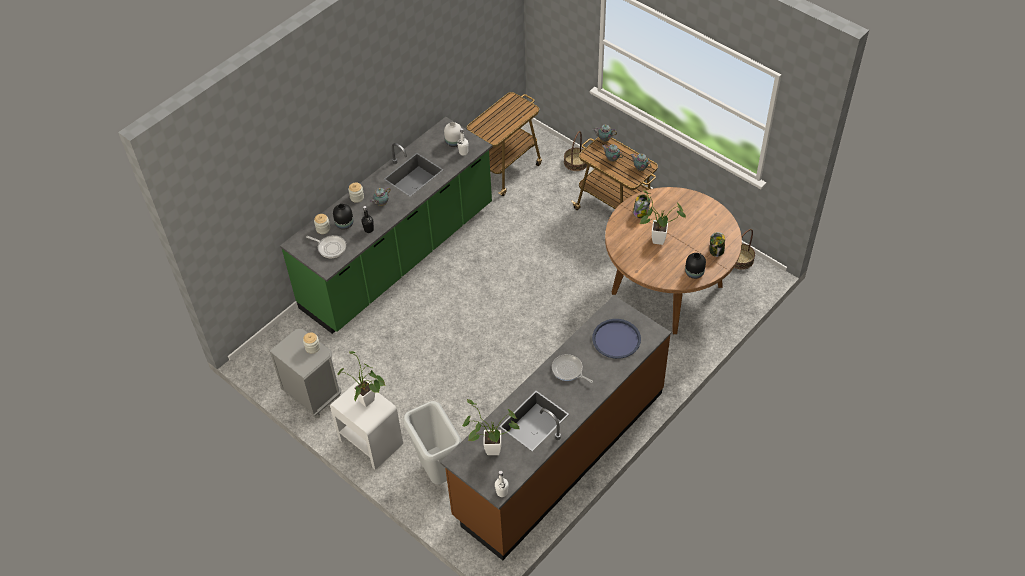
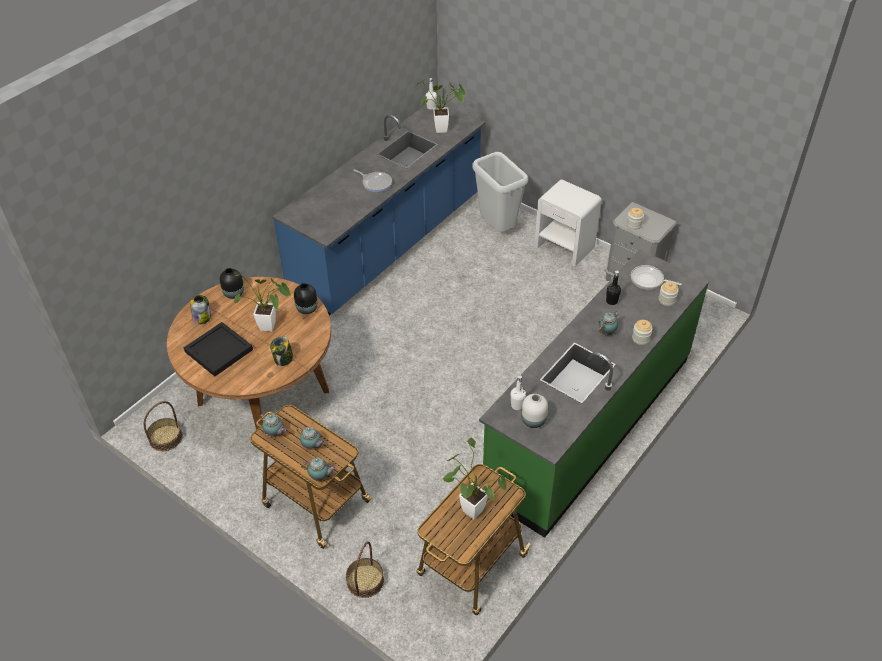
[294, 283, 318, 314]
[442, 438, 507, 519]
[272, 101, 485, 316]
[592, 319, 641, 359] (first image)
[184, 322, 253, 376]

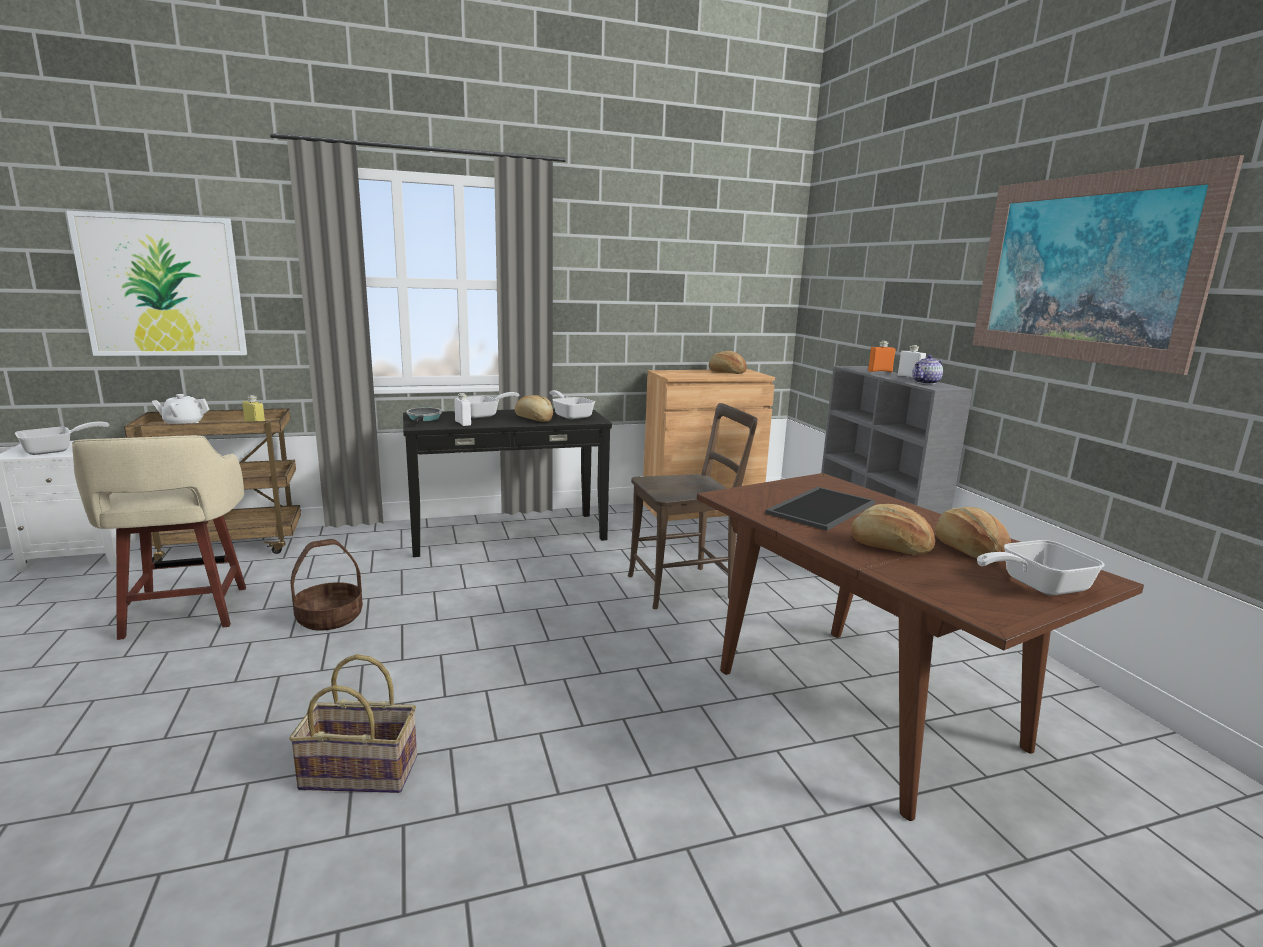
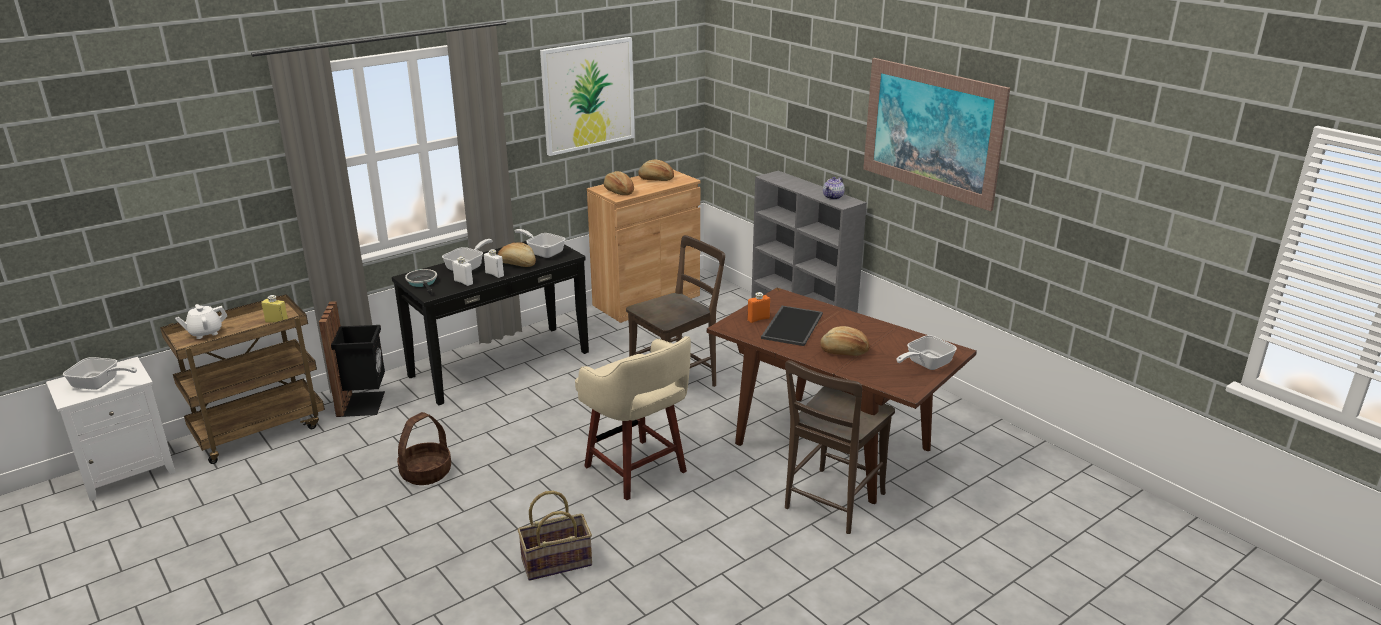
[63, 357, 137, 390]
[540, 37, 635, 156]
[575, 336, 691, 500]
[747, 292, 770, 323]
[484, 249, 504, 278]
[604, 171, 634, 195]
[319, 301, 385, 417]
[785, 360, 895, 534]

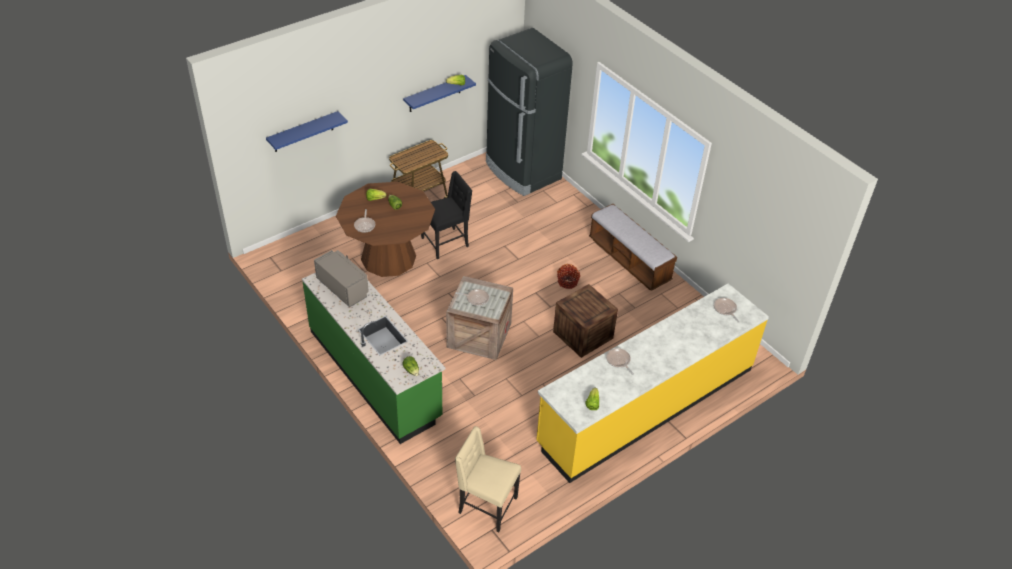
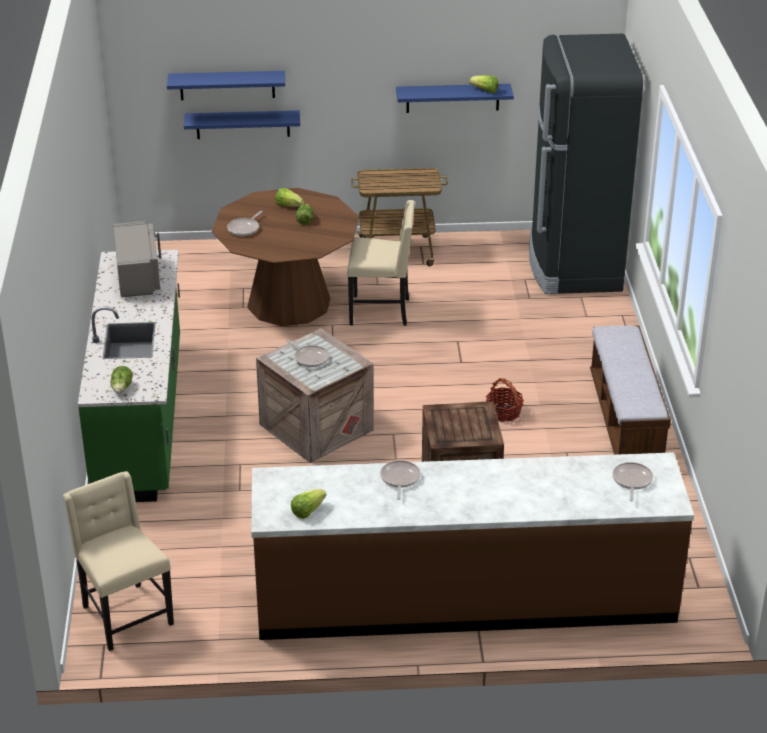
[347, 200, 415, 326]
[251, 452, 694, 640]
[184, 110, 300, 139]

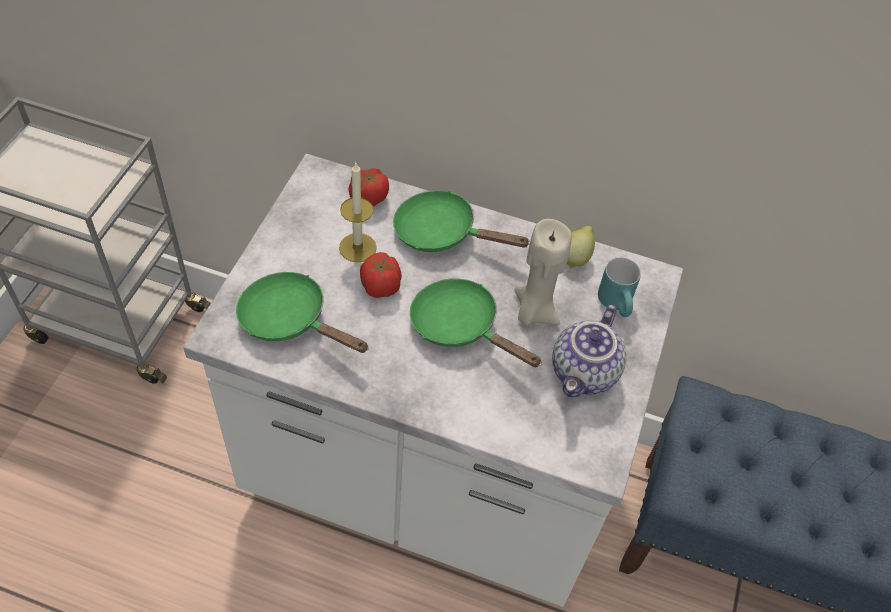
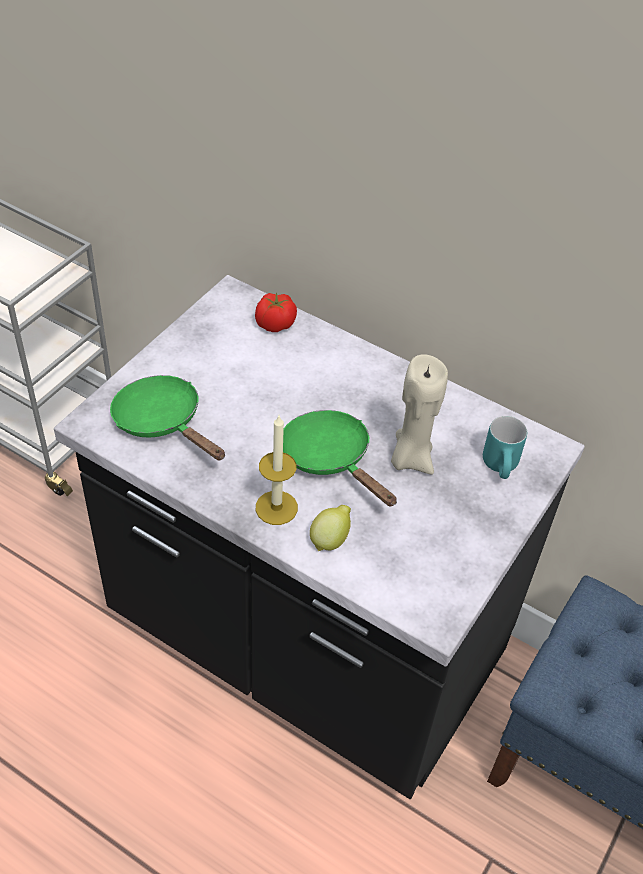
[54, 275, 585, 799]
[256, 416, 298, 525]
[360, 252, 402, 298] (first image)
[393, 190, 529, 252] (first image)
[552, 305, 626, 398] (first image)
[310, 505, 351, 552]

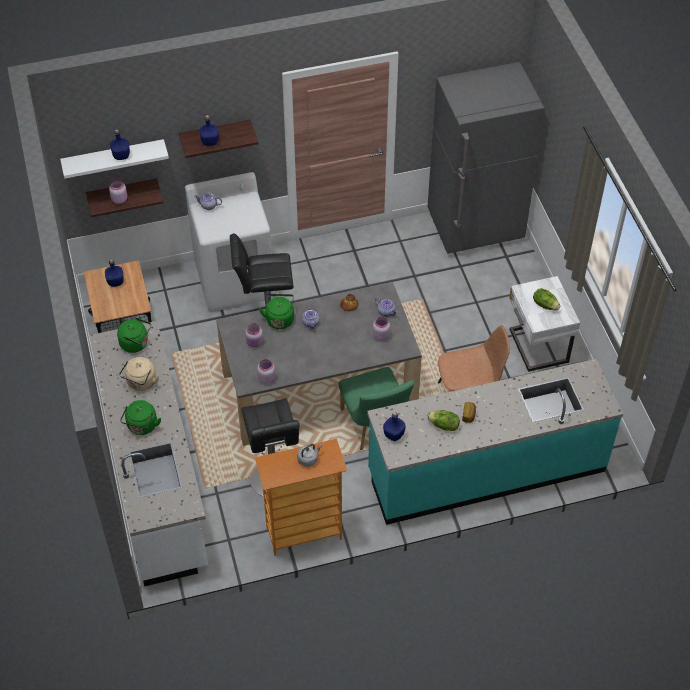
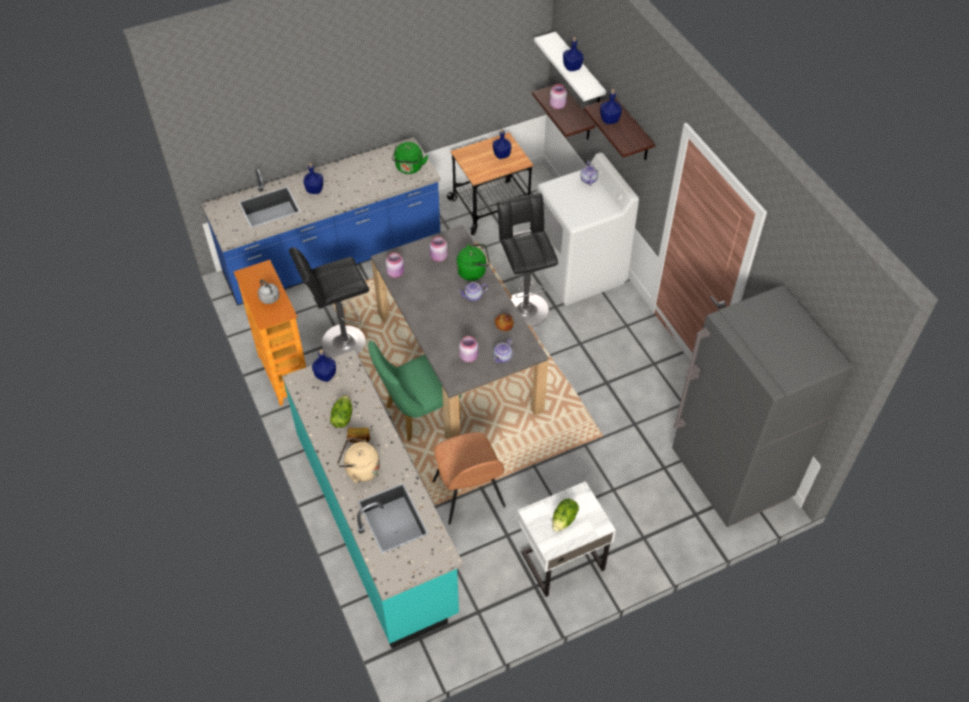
[202, 137, 441, 306]
[337, 438, 380, 483]
[303, 163, 323, 194]

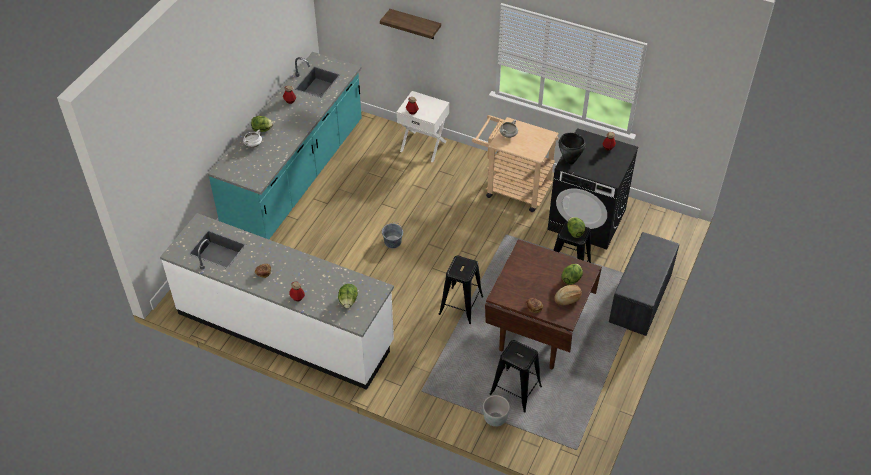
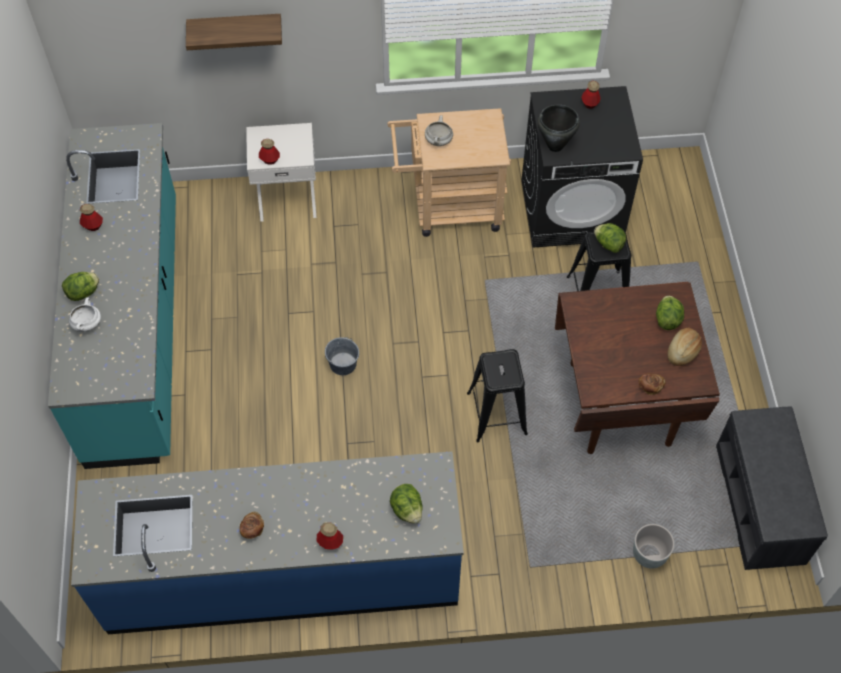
[71, 451, 464, 634]
[490, 340, 542, 412] (first image)
[716, 406, 828, 570]

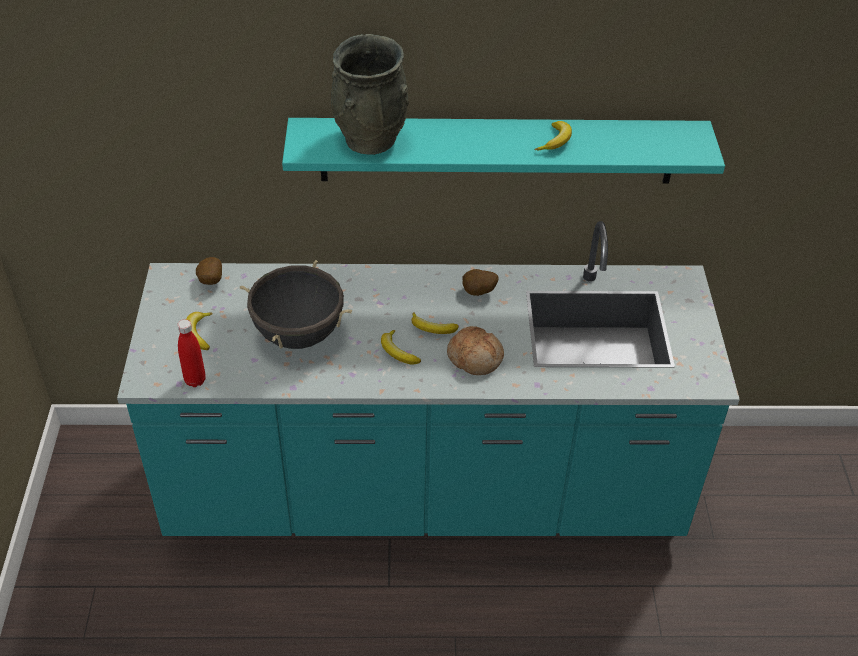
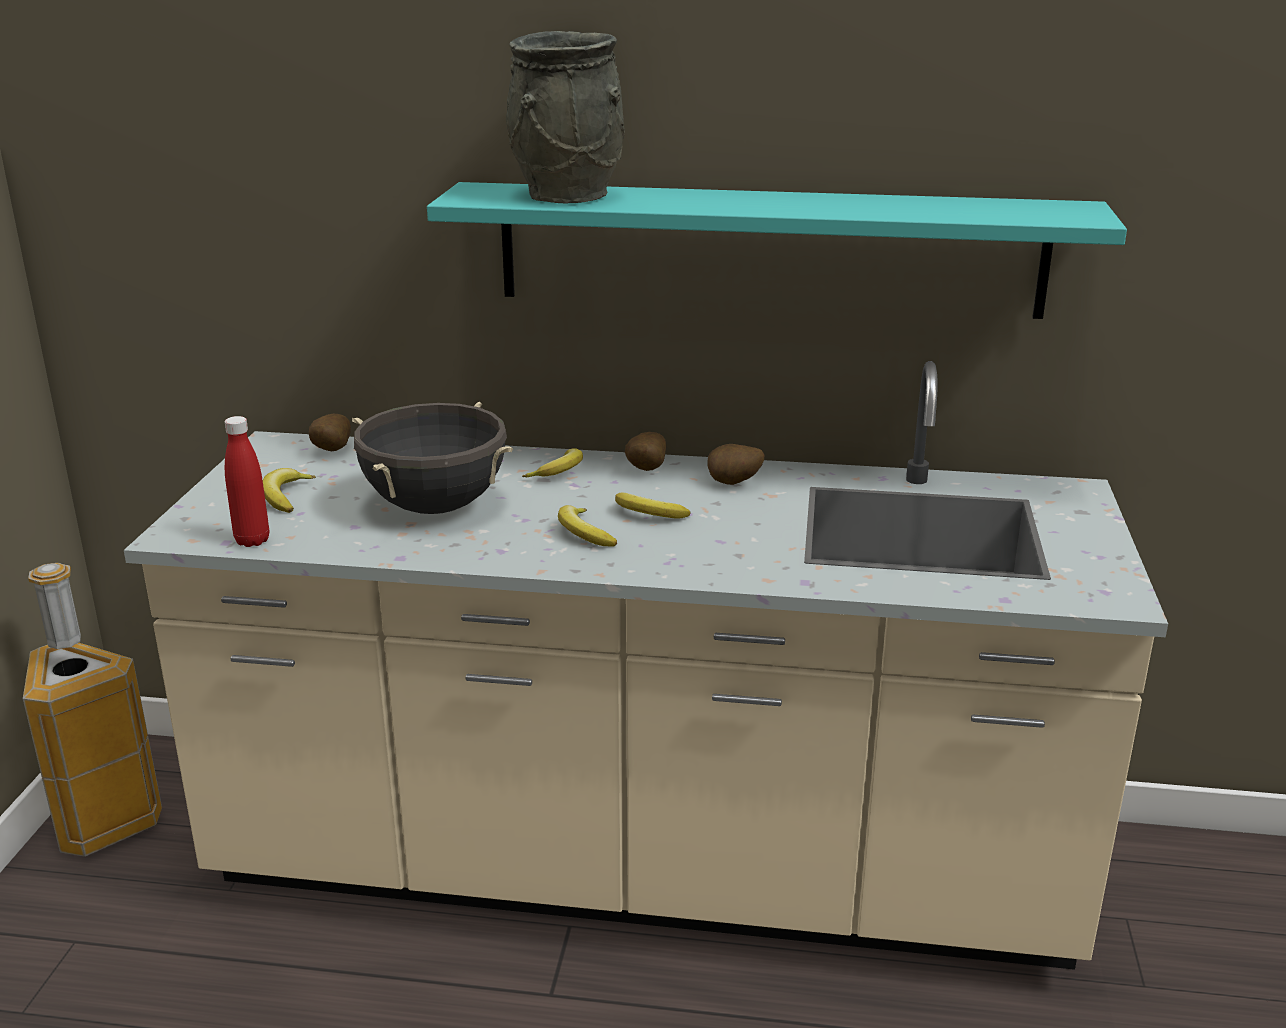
[124, 361, 1168, 970]
[447, 326, 504, 375] (first image)
[522, 448, 583, 477]
[23, 563, 162, 857]
[625, 432, 666, 471]

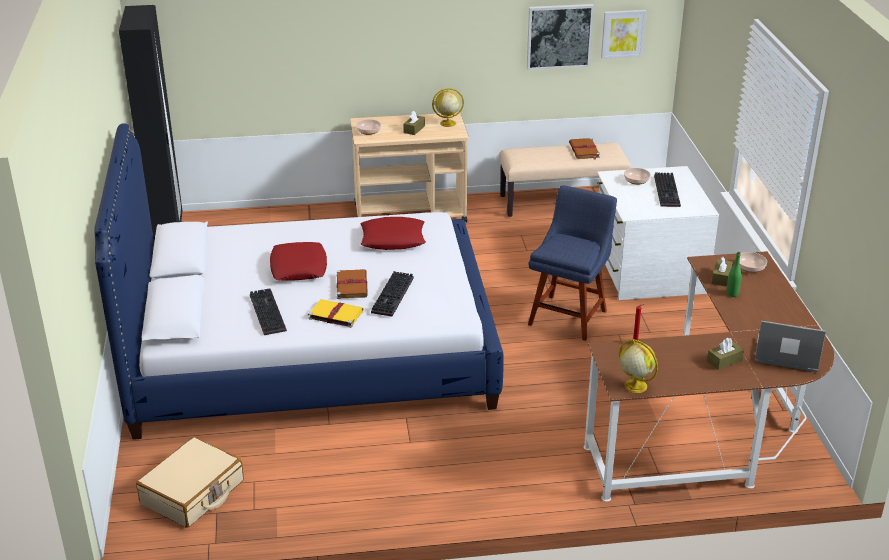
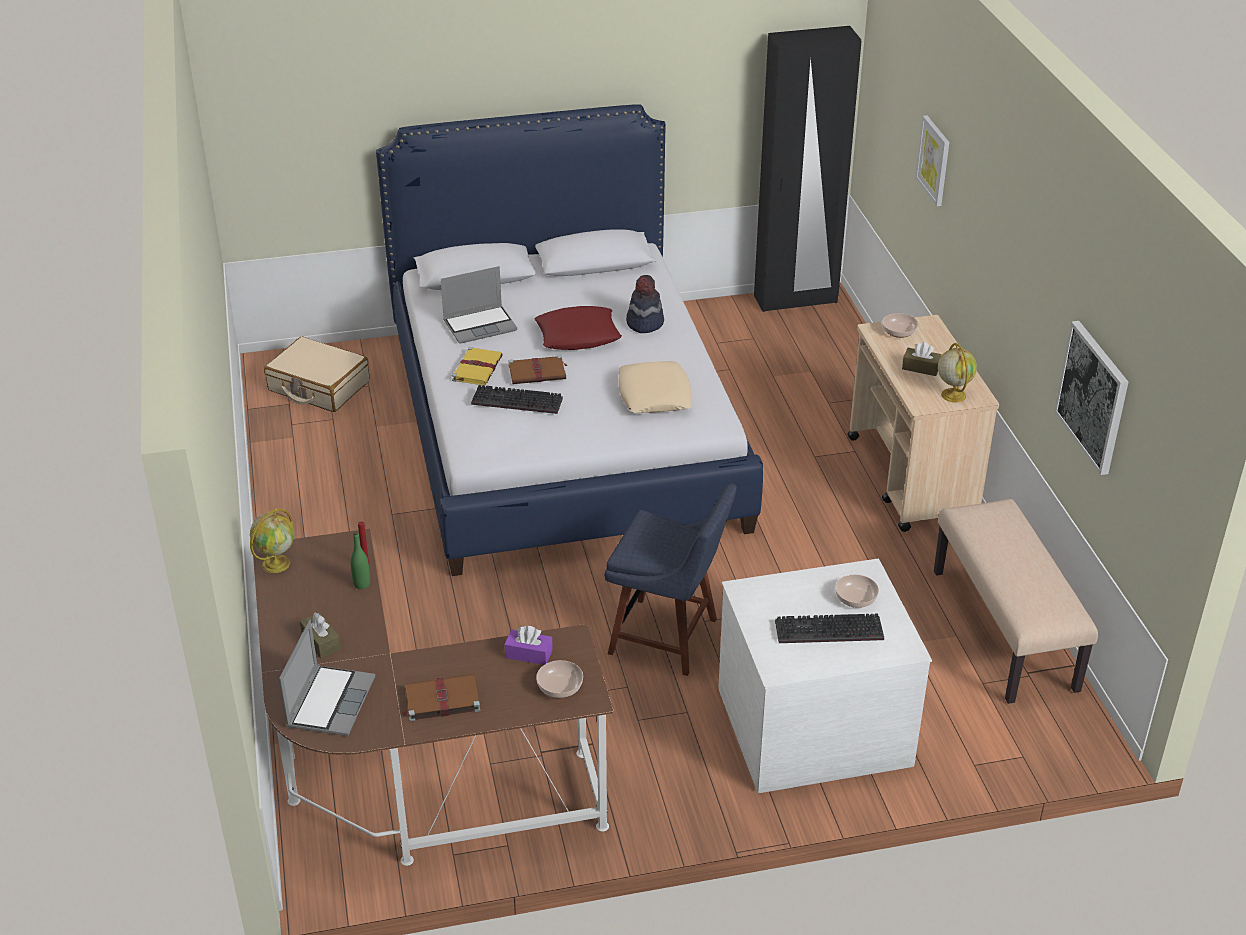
[441, 266, 517, 344]
[619, 361, 692, 413]
[402, 674, 480, 722]
[915, 115, 949, 206]
[504, 626, 553, 665]
[350, 531, 370, 589]
[626, 275, 664, 333]

